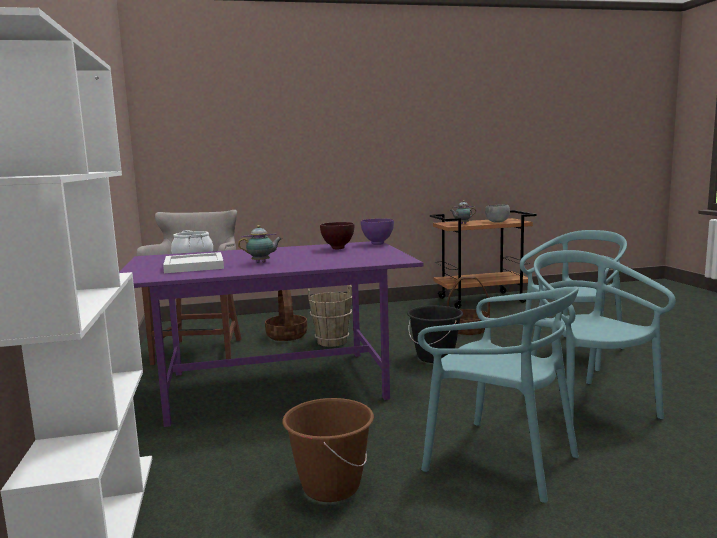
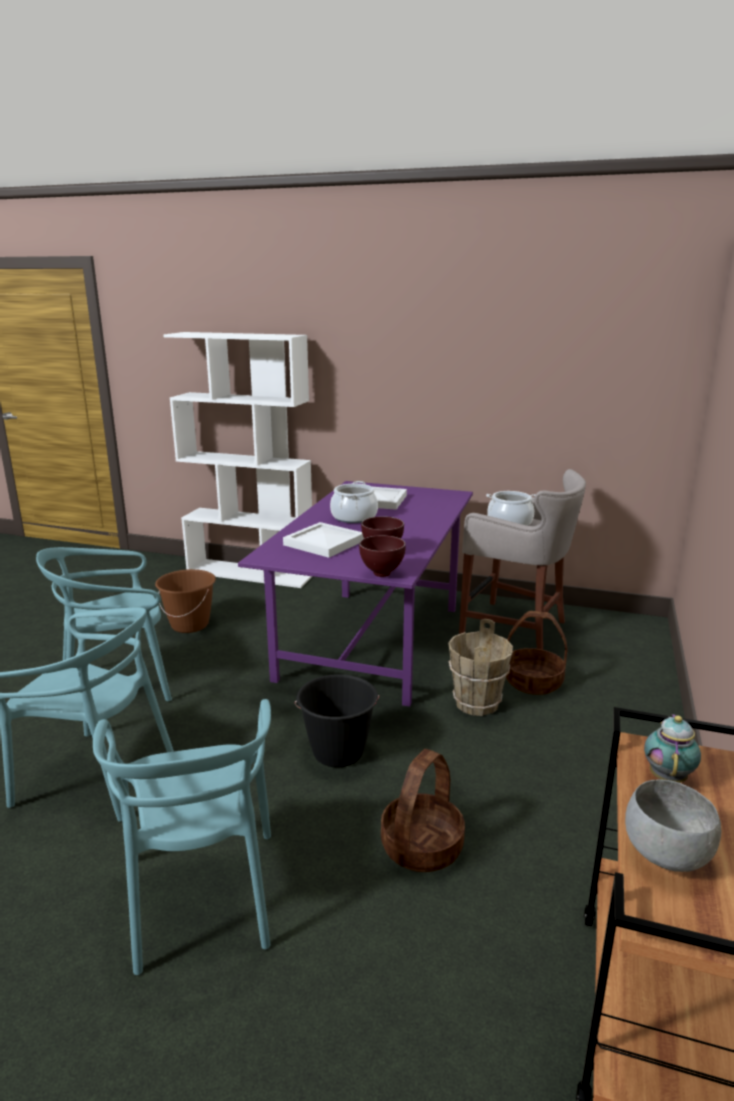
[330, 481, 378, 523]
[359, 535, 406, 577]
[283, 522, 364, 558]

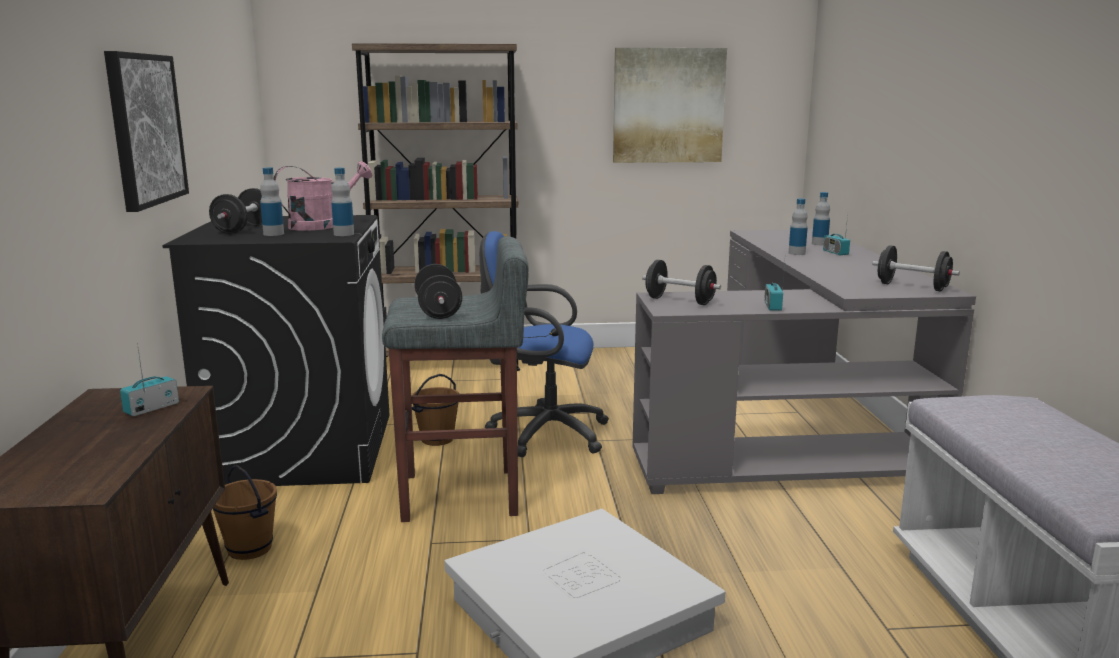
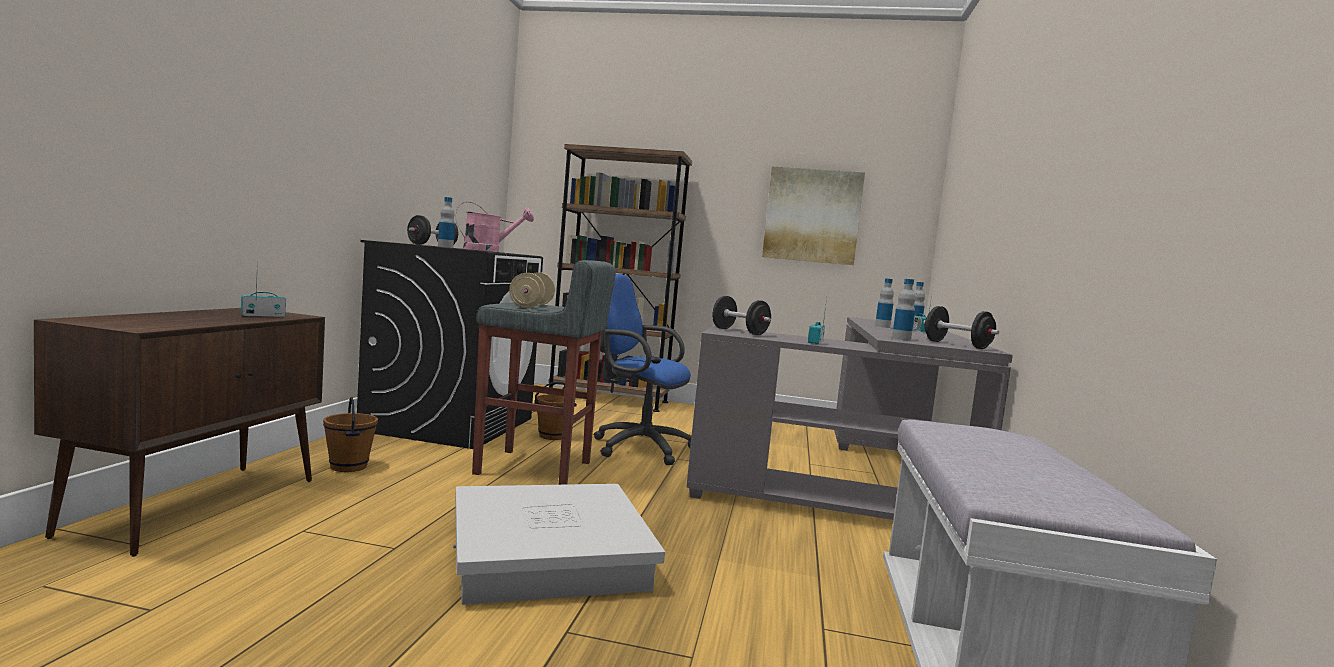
[104, 51, 189, 212] (first image)
[892, 279, 916, 340]
[509, 272, 555, 308]

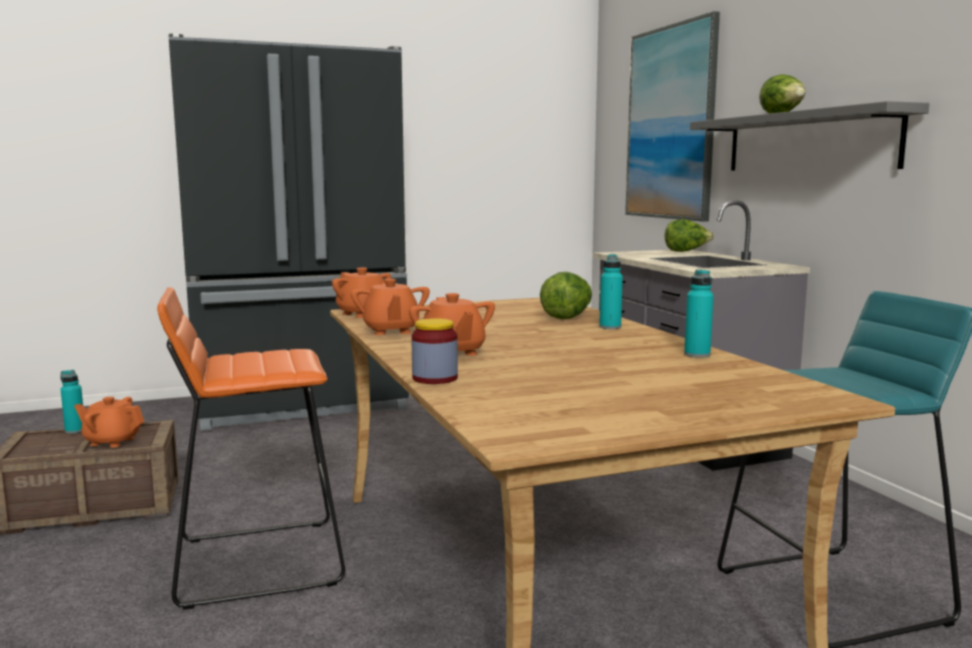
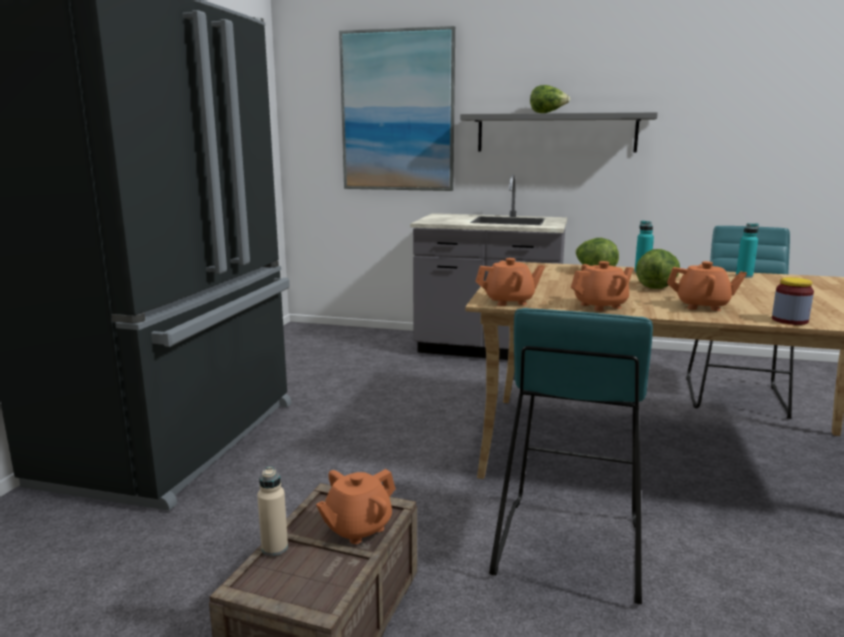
[257, 467, 288, 556]
[489, 308, 653, 604]
[571, 261, 633, 311]
[636, 249, 680, 289]

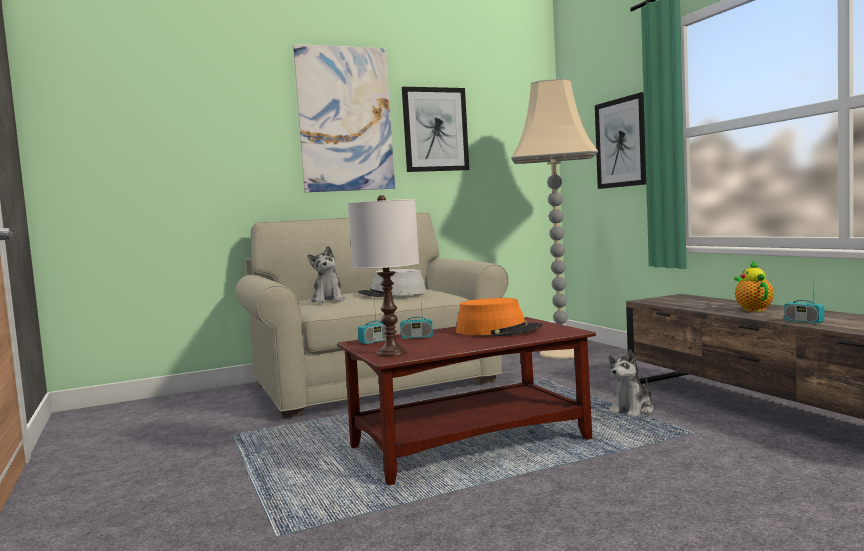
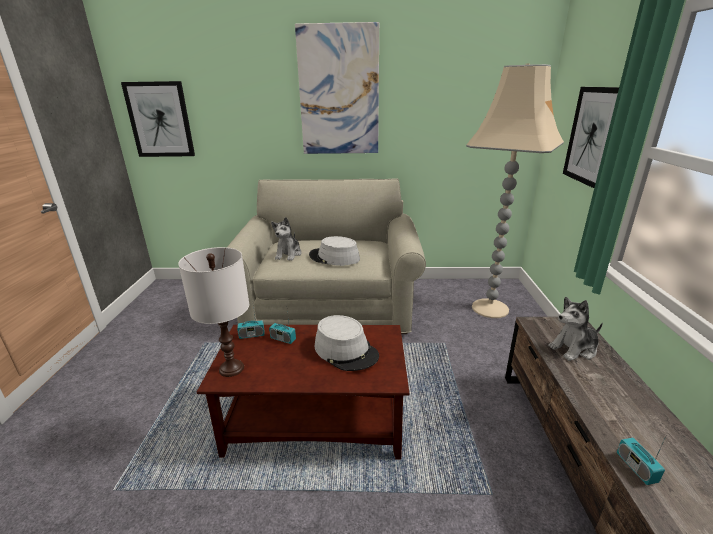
[121, 81, 195, 157]
[315, 315, 379, 371]
[548, 297, 603, 361]
[734, 260, 774, 312] (first image)

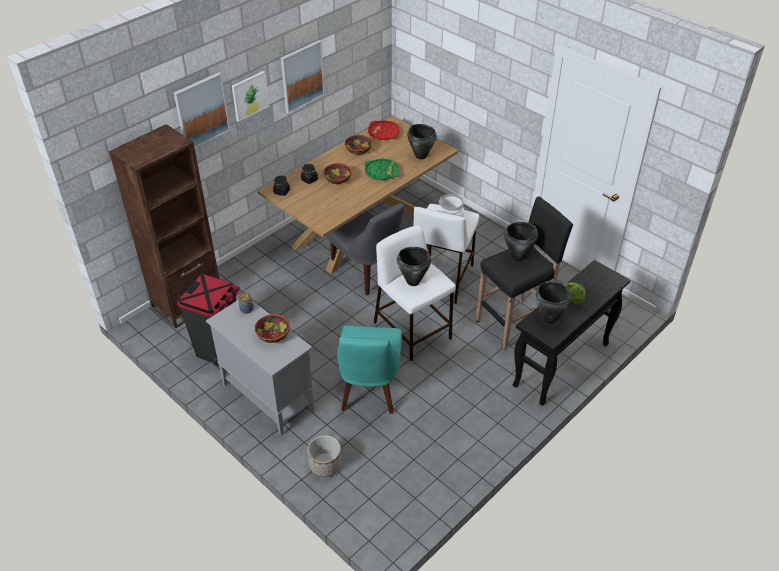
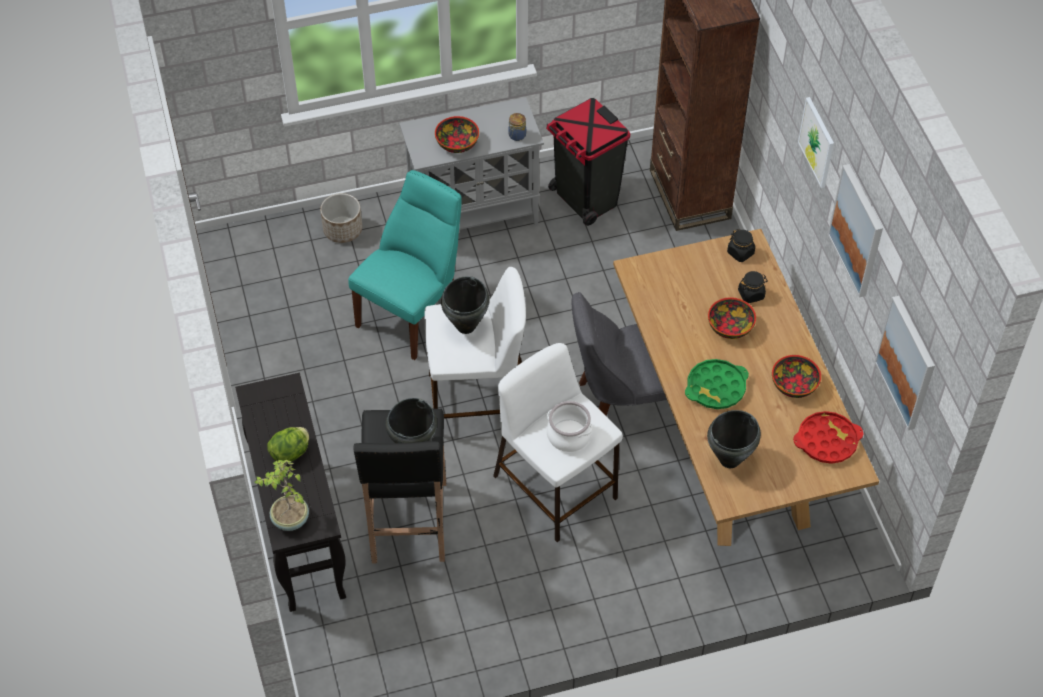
[875, 296, 935, 430]
[348, 170, 462, 360]
[535, 281, 571, 324] (first image)
[254, 460, 309, 531]

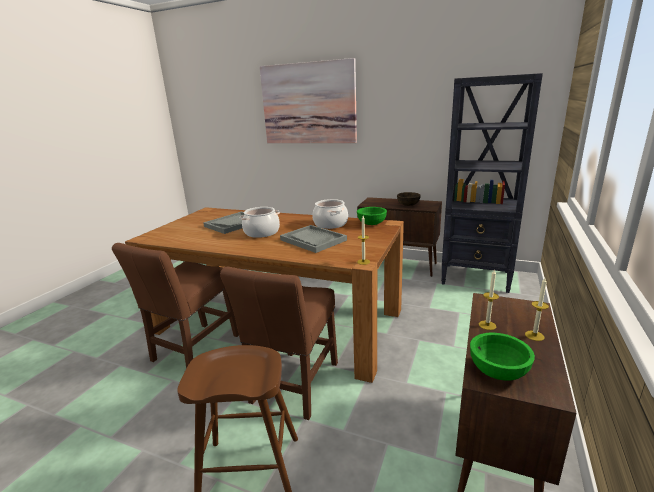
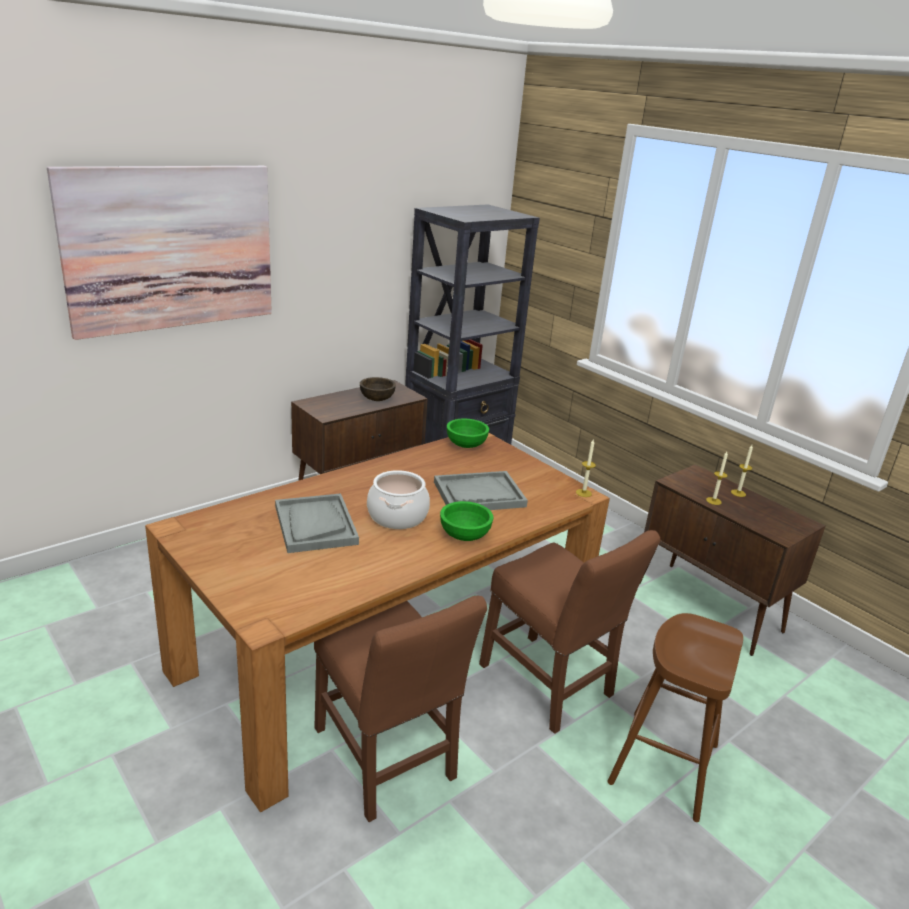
[312, 199, 348, 229] (first image)
[440, 501, 493, 541]

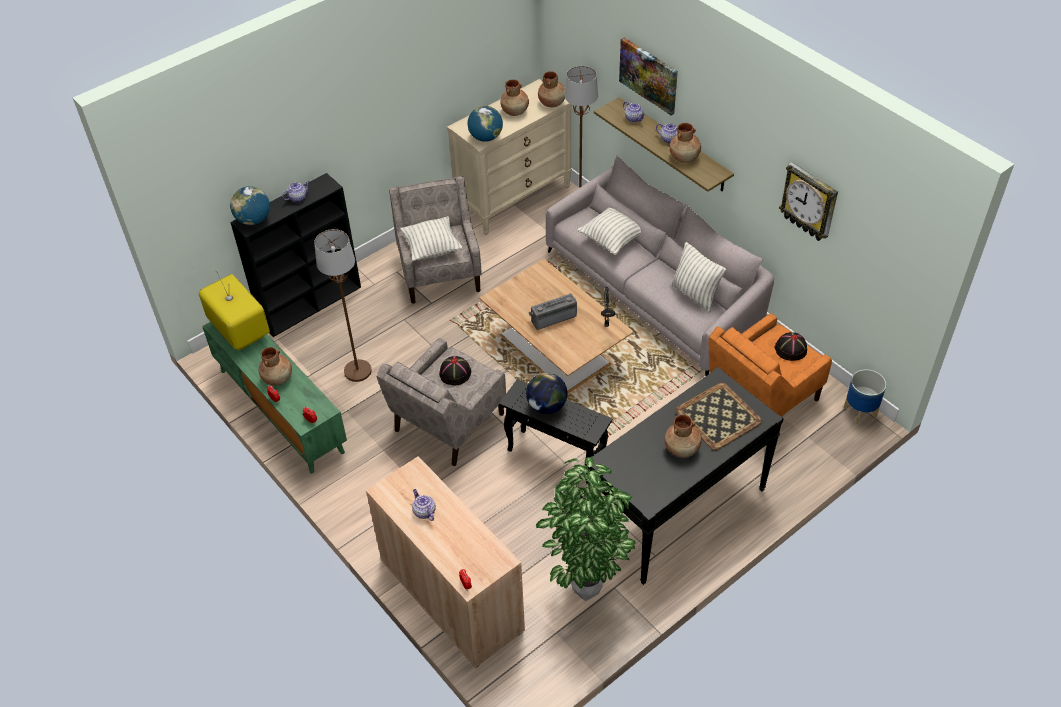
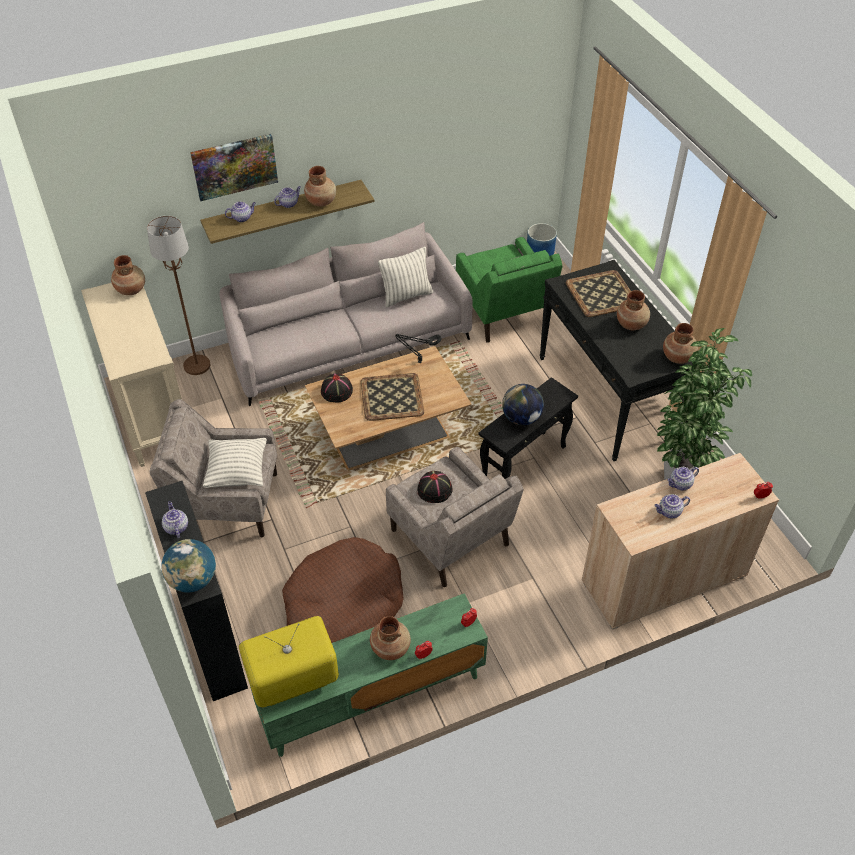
[282, 537, 404, 643]
[467, 106, 503, 142] (first image)
[663, 323, 698, 364]
[361, 373, 424, 421]
[577, 208, 641, 255] (first image)
[456, 237, 563, 342]
[321, 374, 353, 403]
[779, 162, 838, 241] (first image)
[667, 467, 699, 491]

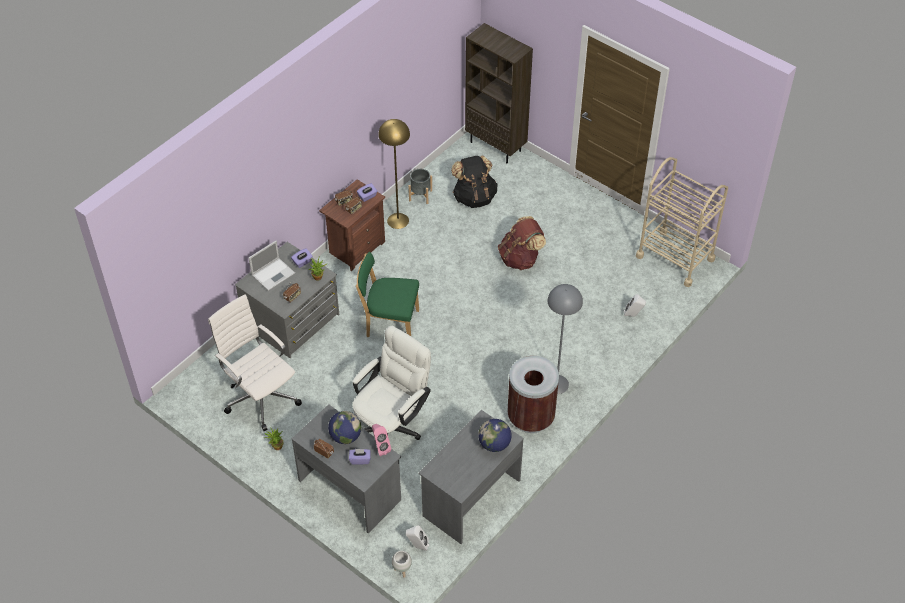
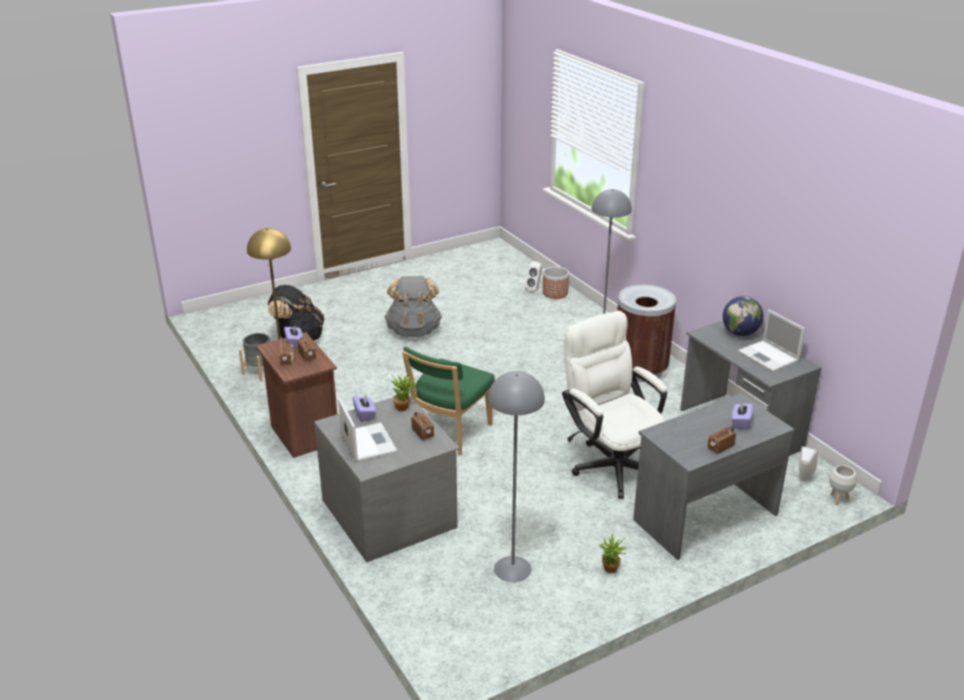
[488, 371, 545, 582]
[328, 411, 361, 444] (first image)
[372, 424, 392, 456] (first image)
[465, 23, 533, 163] (first image)
[385, 276, 442, 337]
[636, 157, 728, 287] (first image)
[542, 267, 569, 299]
[738, 309, 806, 372]

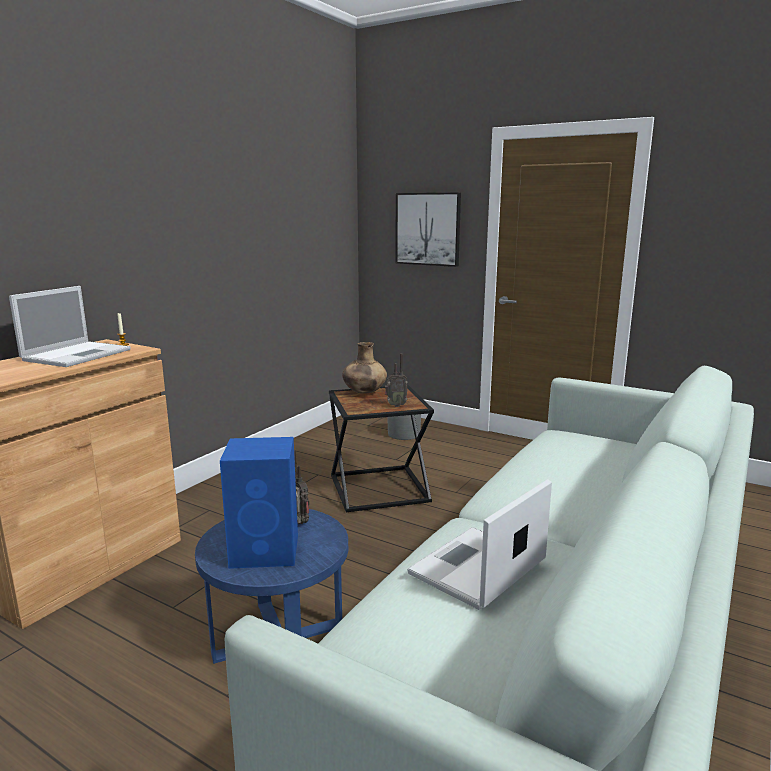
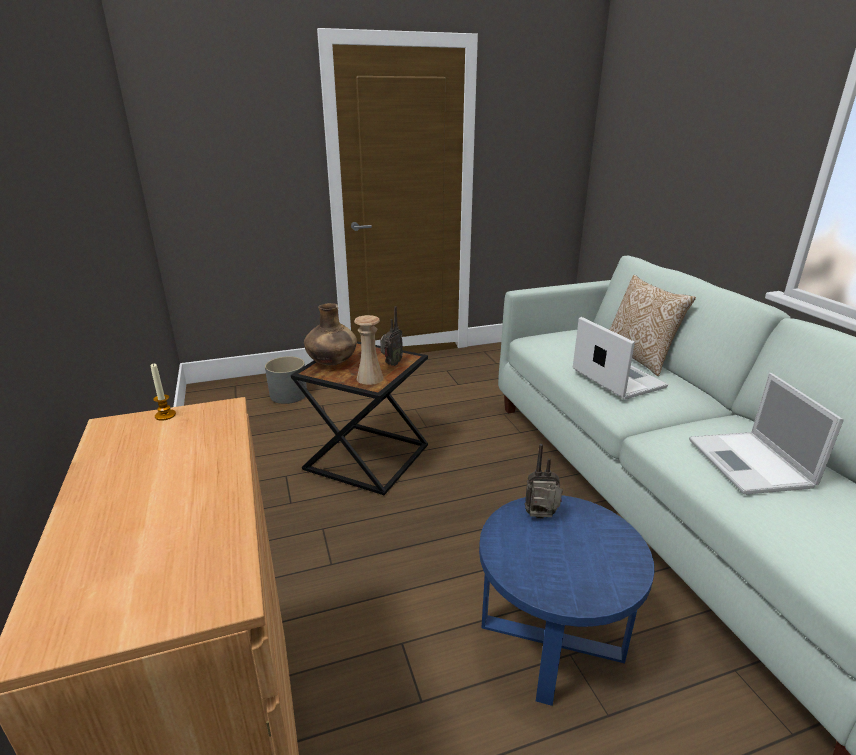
[573, 317, 668, 399]
[220, 437, 298, 569] (first image)
[395, 193, 461, 267] (first image)
[354, 315, 383, 385]
[609, 275, 696, 376]

